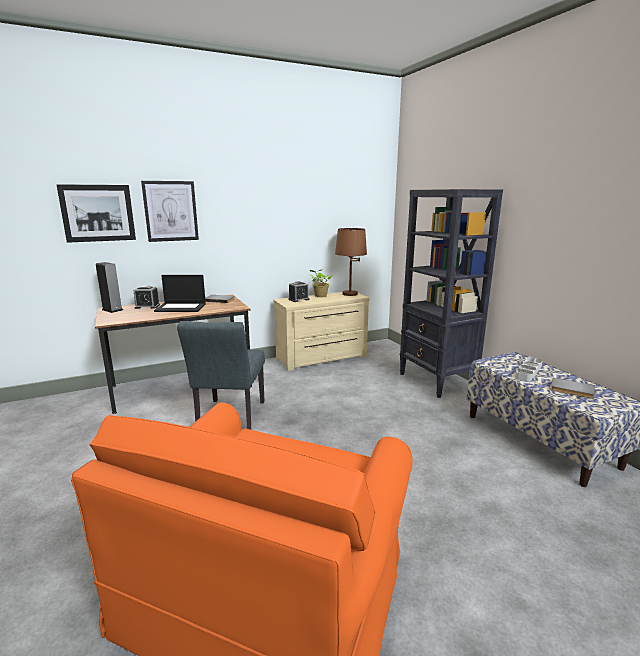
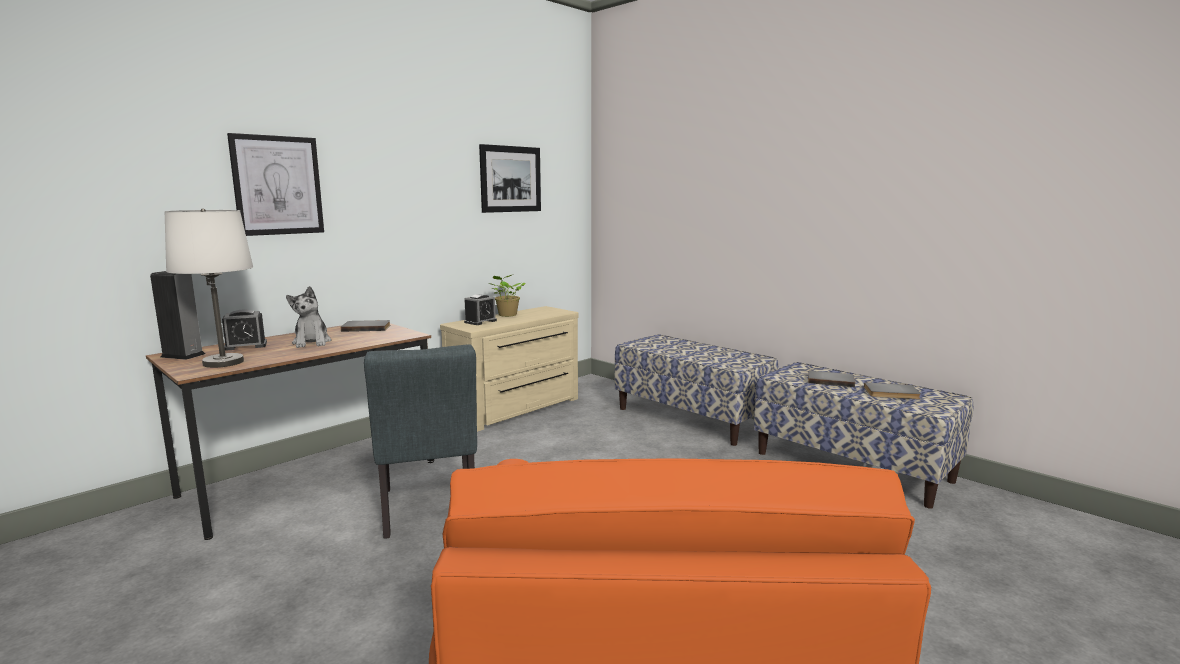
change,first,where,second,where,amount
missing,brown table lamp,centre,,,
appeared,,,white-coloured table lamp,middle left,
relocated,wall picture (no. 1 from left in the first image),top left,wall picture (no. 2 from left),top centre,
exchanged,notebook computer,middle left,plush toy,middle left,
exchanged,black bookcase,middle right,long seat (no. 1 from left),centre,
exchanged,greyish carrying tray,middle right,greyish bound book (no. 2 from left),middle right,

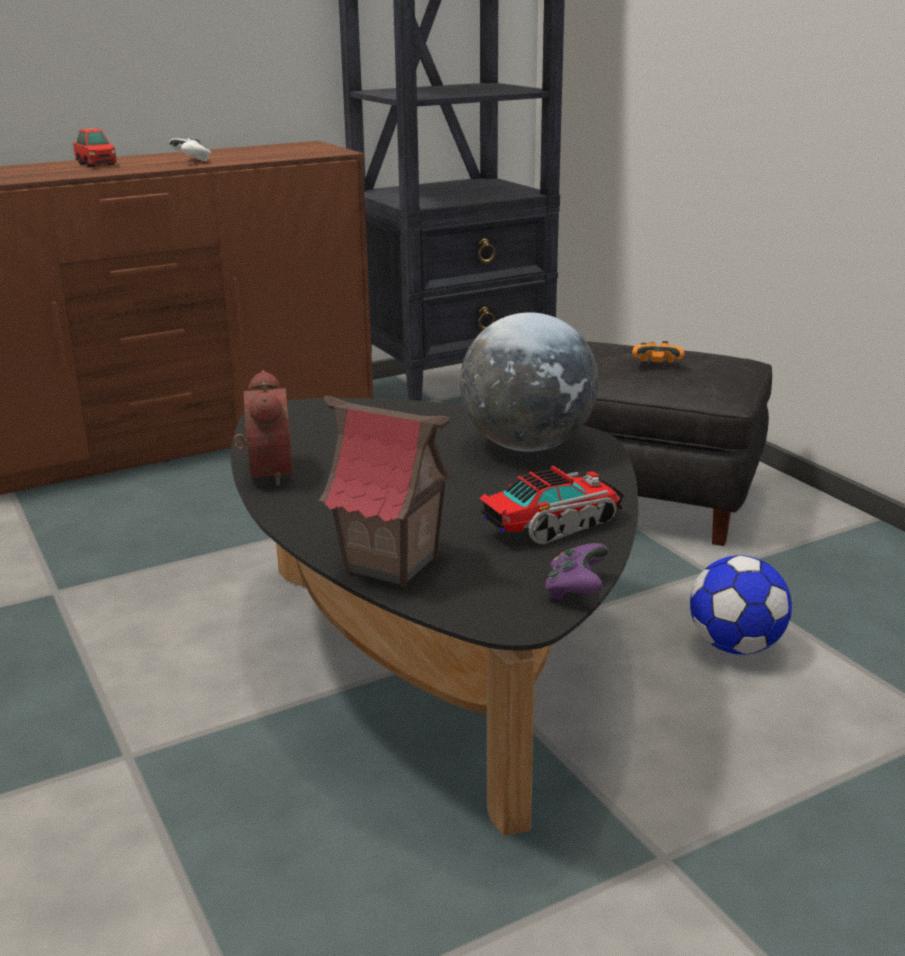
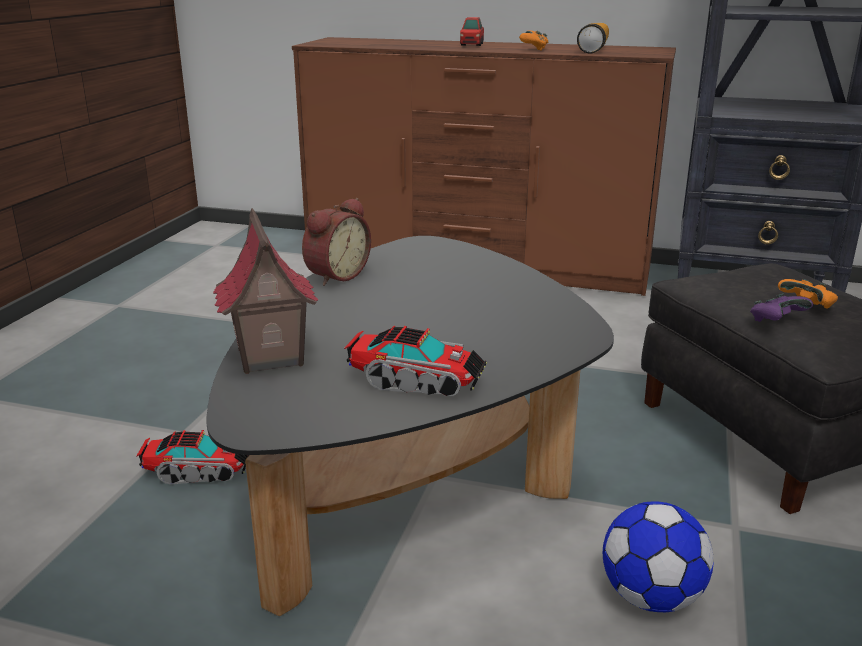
change,first,where,second,where,amount
missing,desk globe,centre,,,
appeared,,,model truck (no. 1 from left),bottom left,
appeared,,,hand torch,top right,
relocated,purple-coloured gamepad,centre,,middle right,
colour,white-coloured gamepad,top left,orange-coloured gamepad (no. 1 from left),top centre,

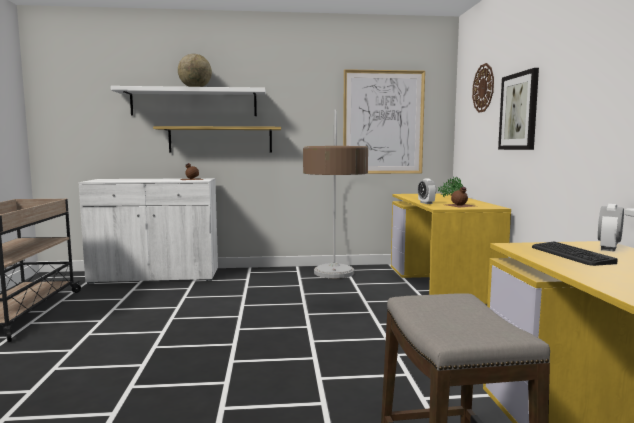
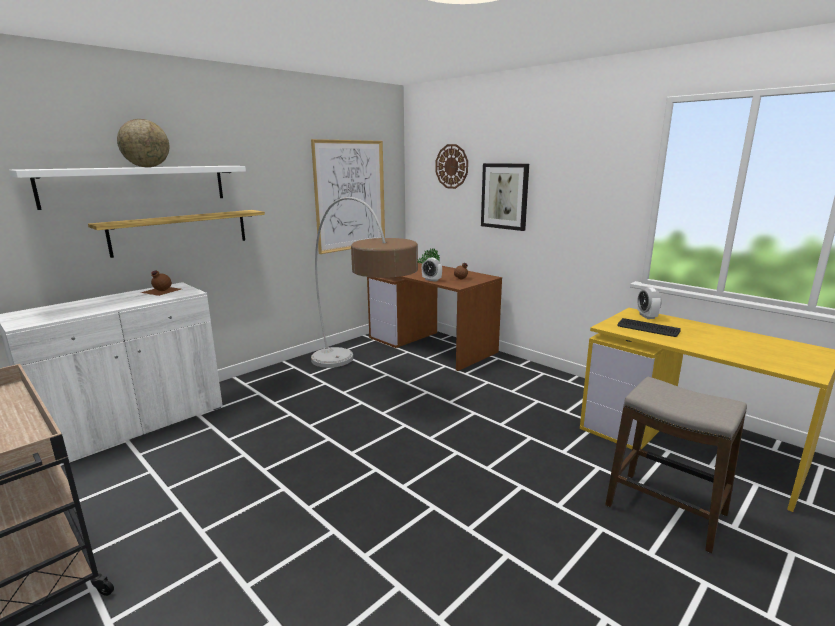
change,first,where,second,where,amount
colour,yellowish desk (no. 1 from left),middle right,brown desk,centre,

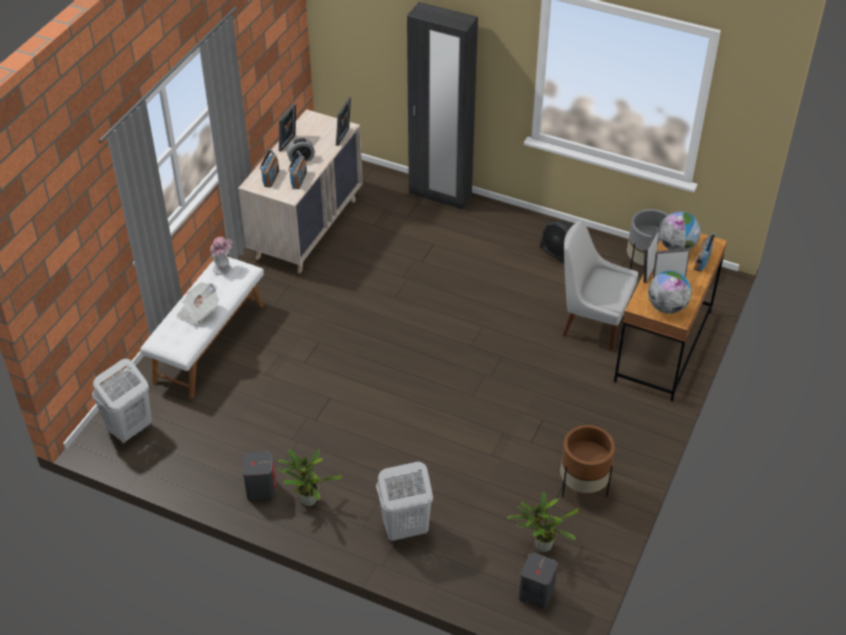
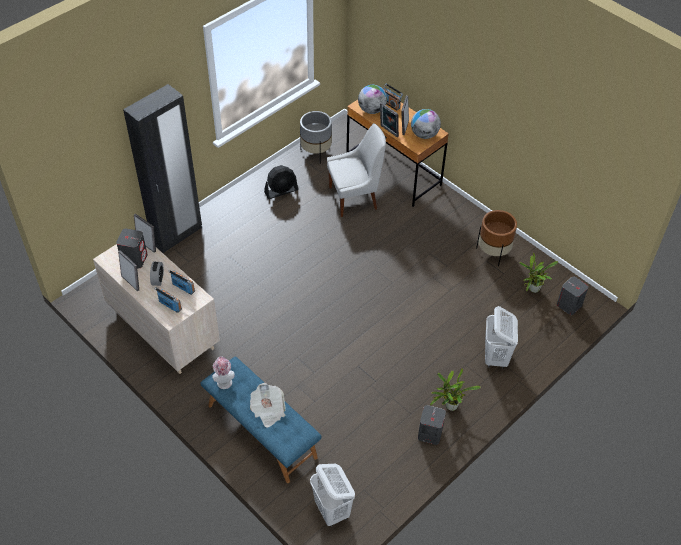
change,first,where,second,where,amount
appeared,,,greyish loudspeaker (no. 1 from left),middle left,
colour,white-coloured long seat,middle left,bluish long seat,bottom centre,
spun,white-coloured plain chair,middle right,,top centre,150 degrees counterclockwise

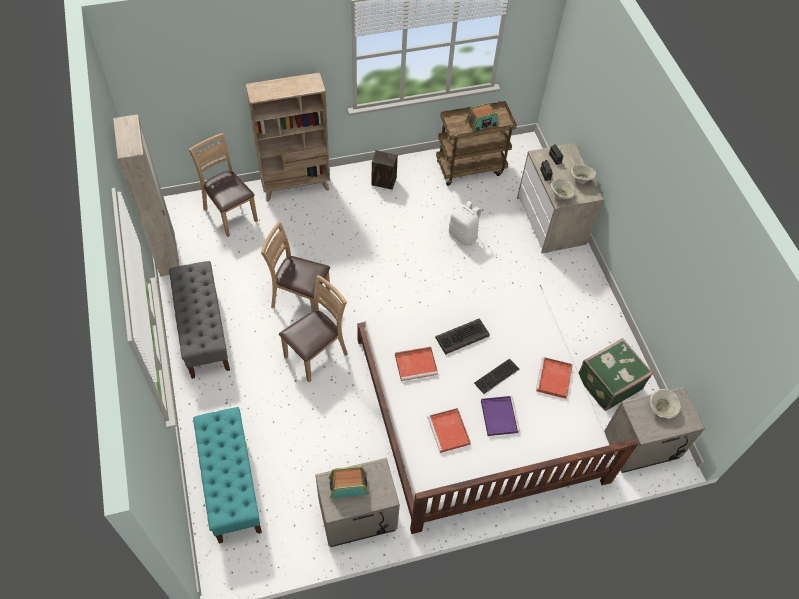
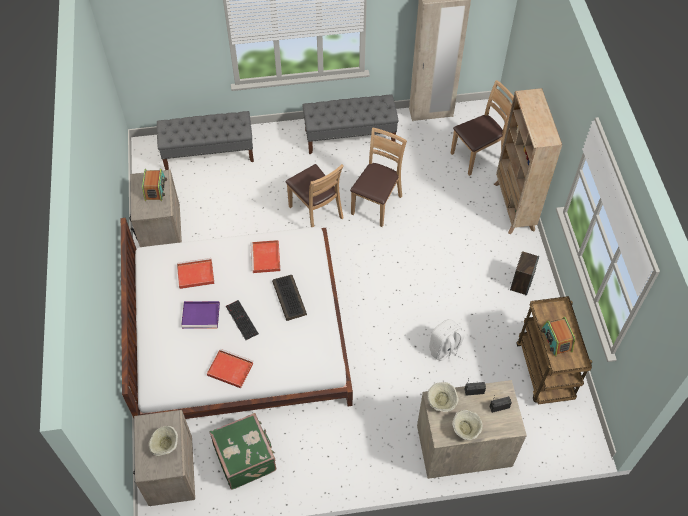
change,first,where,second,where,amount
colour,turquoise-coloured long seat,bottom left,greyish long seat (no. 1 from left),top left,

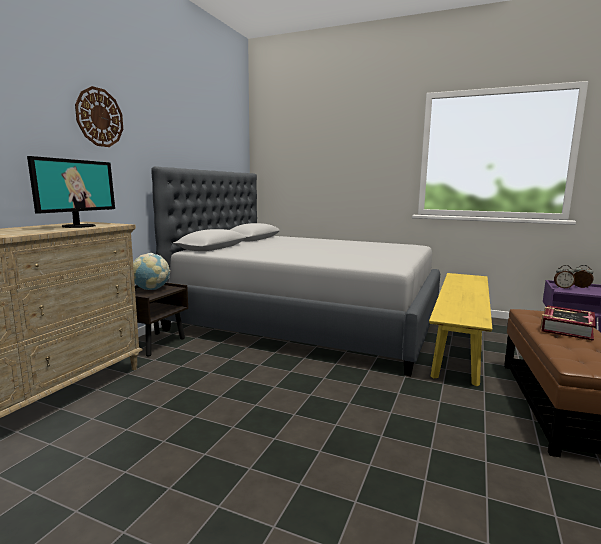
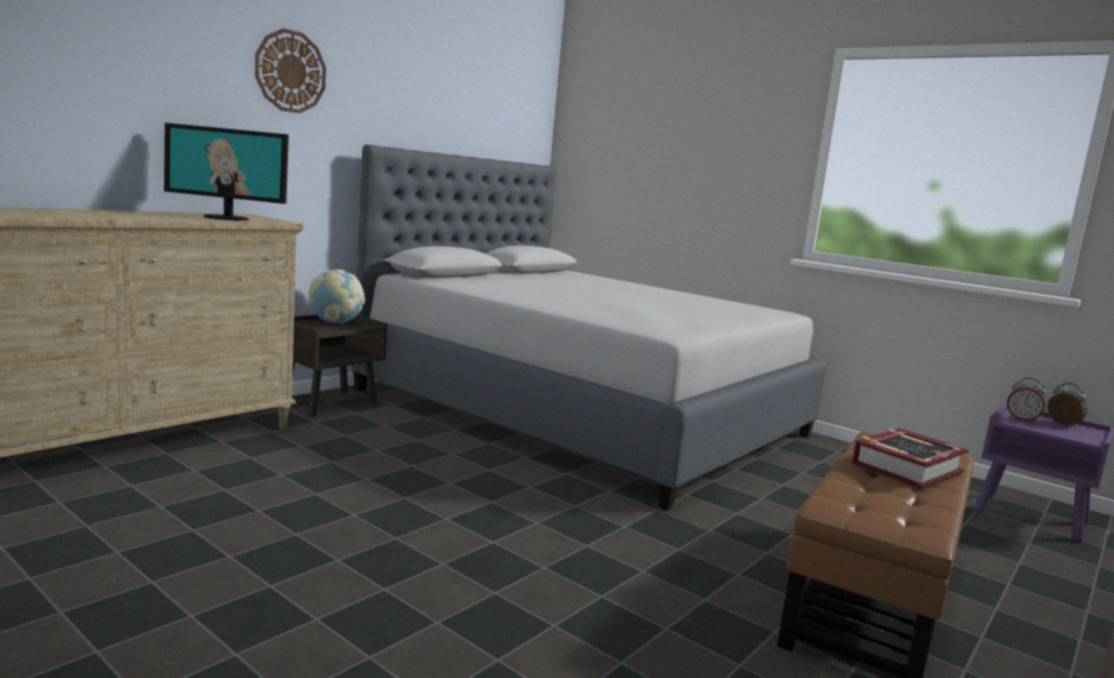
change,first,where,second,where,amount
missing,yellowish long seat,middle right,,,
spun,monitor,middle left,,top left,60 degrees clockwise

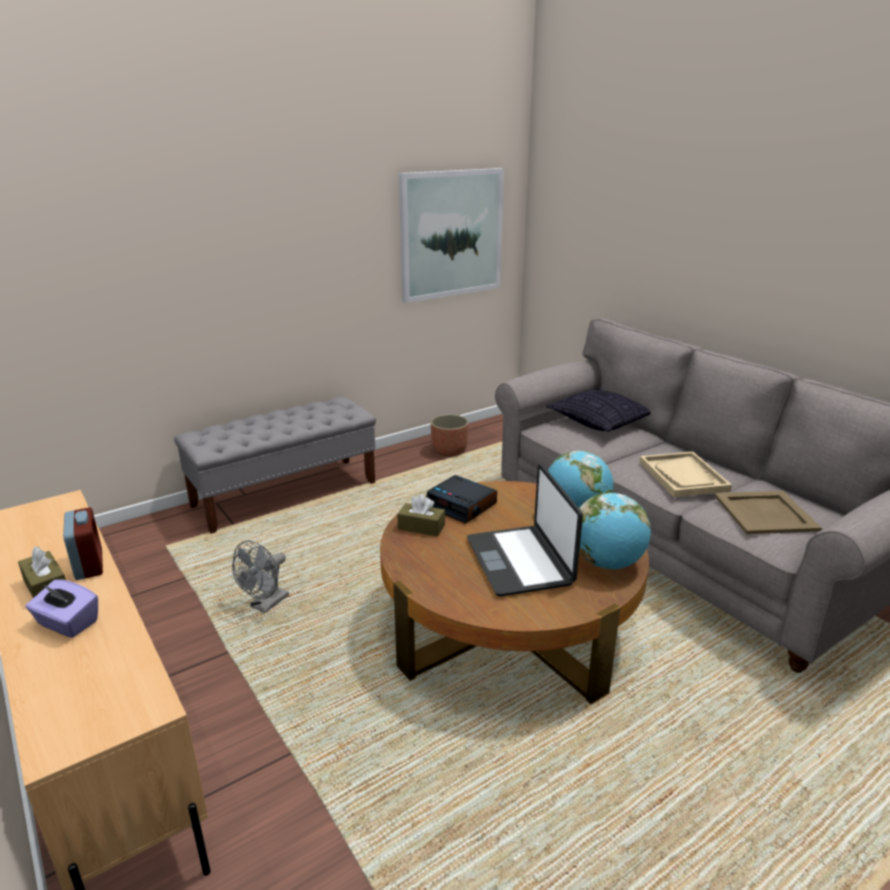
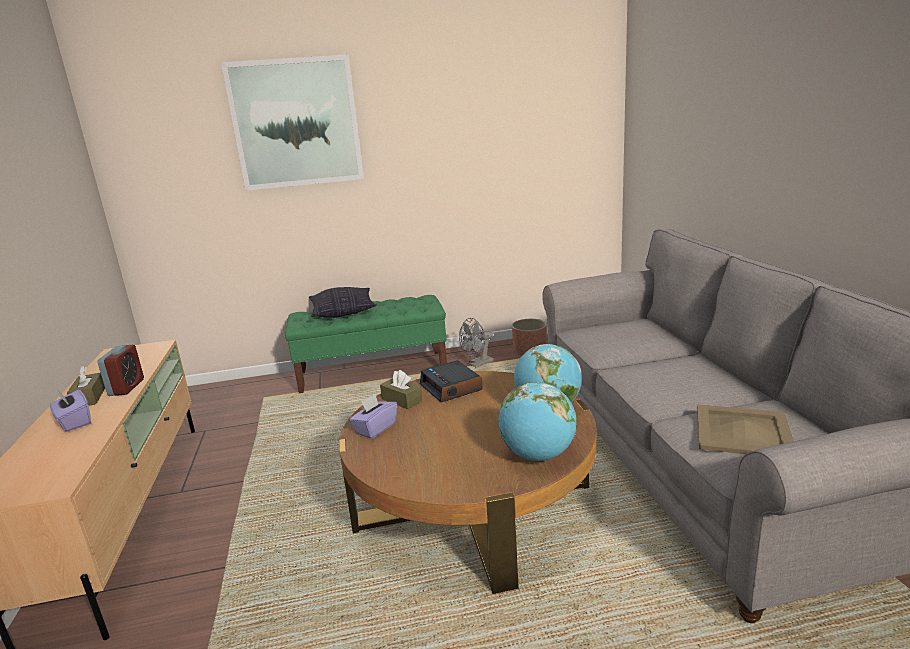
change,first,where,second,where,amount
missing,notebook computer,centre,,,
missing,sand-coloured carrying tray (no. 1 from left),middle right,,,
appeared,,,purple-coloured tissue box (no. 2 from left),centre,
relocated,greyish cooling fan,middle left,,centre,
relocated,wall picture,top centre,,top left,
relocated,cushion,middle right,,centre,
colour,greyish long seat,middle left,green-coloured long seat,centre,

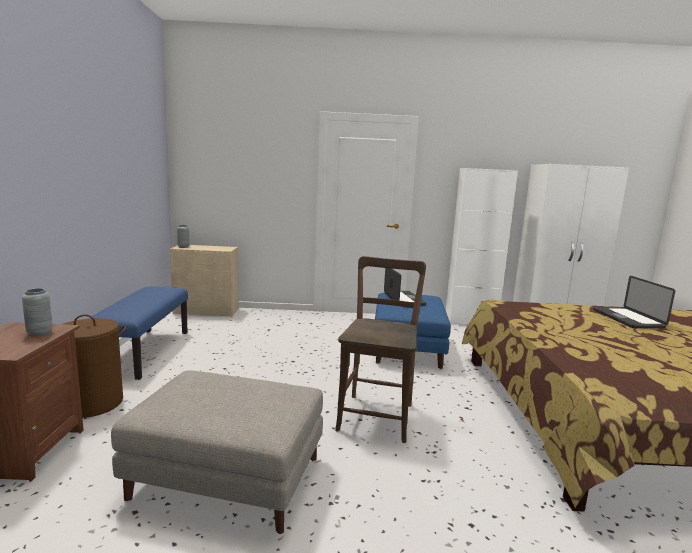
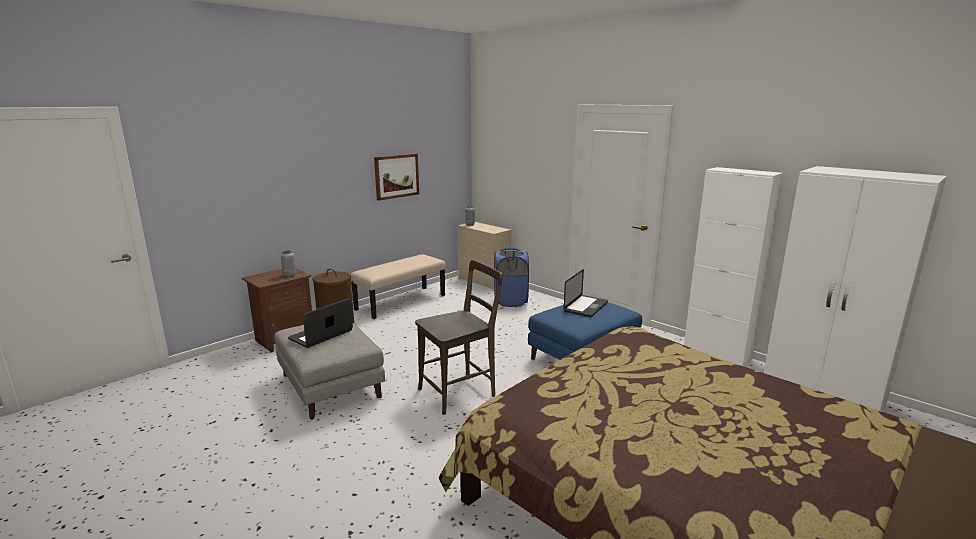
change,first,where,second,where,amount
appeared,,,wall picture,top centre,
appeared,,,bluish hamper,centre,
relocated,notebook computer (no. 2 from left in the first image),middle right,notebook computer (no. 1 from left),middle left,
colour,bluish long seat,middle left,sand-coloured long seat,centre,

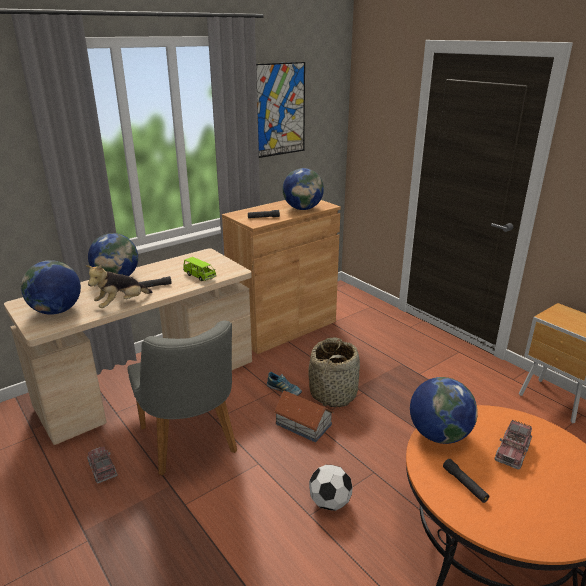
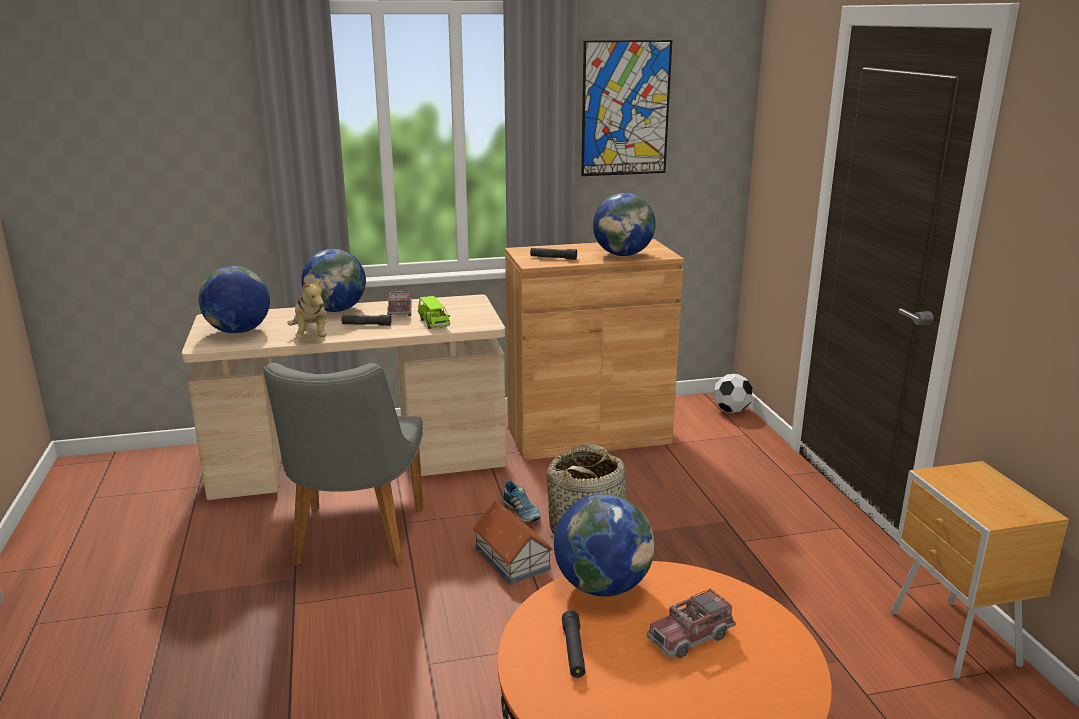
change,first,where,second,where,amount
relocated,model truck (no. 1 from left),bottom left,,centre,
relocated,football,bottom centre,,middle right,
spun,plush toy,middle left,,middle left,90 degrees counterclockwise

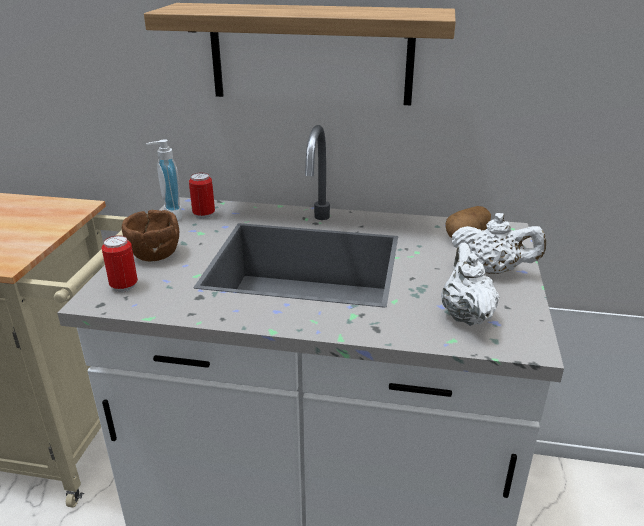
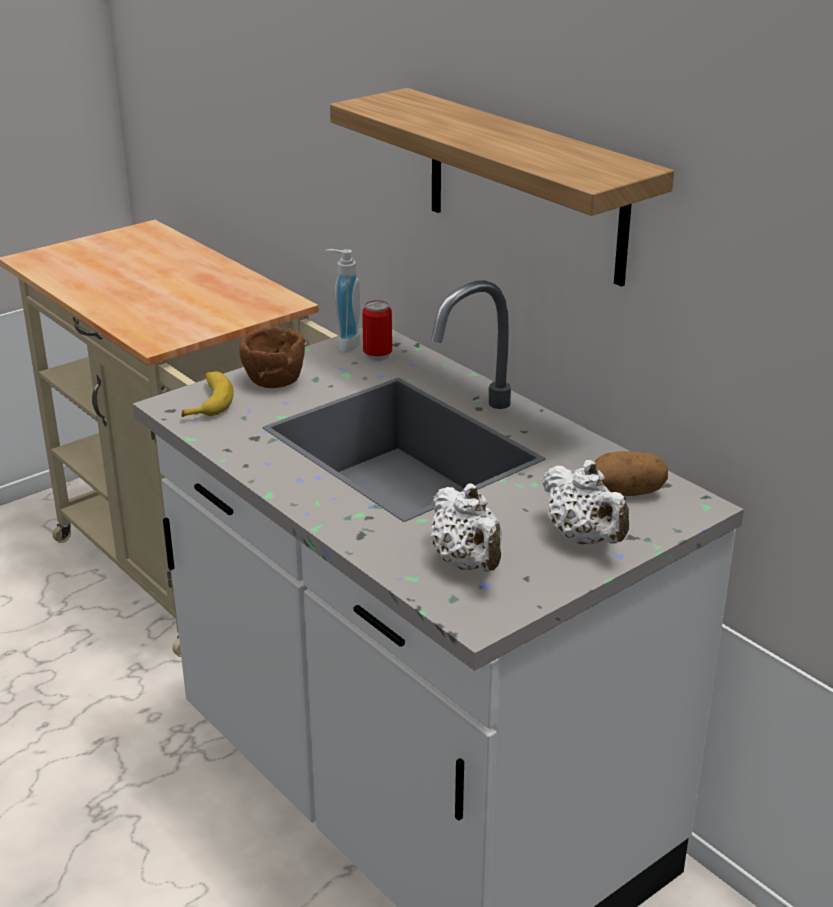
change,first,where,second,where,amount
exchanged,sealed can (no. 1 from left),middle left,whole banana,middle left,
spun,white-coloured tea pot (no. 1 from left),middle right,,centre,120 degrees clockwise

